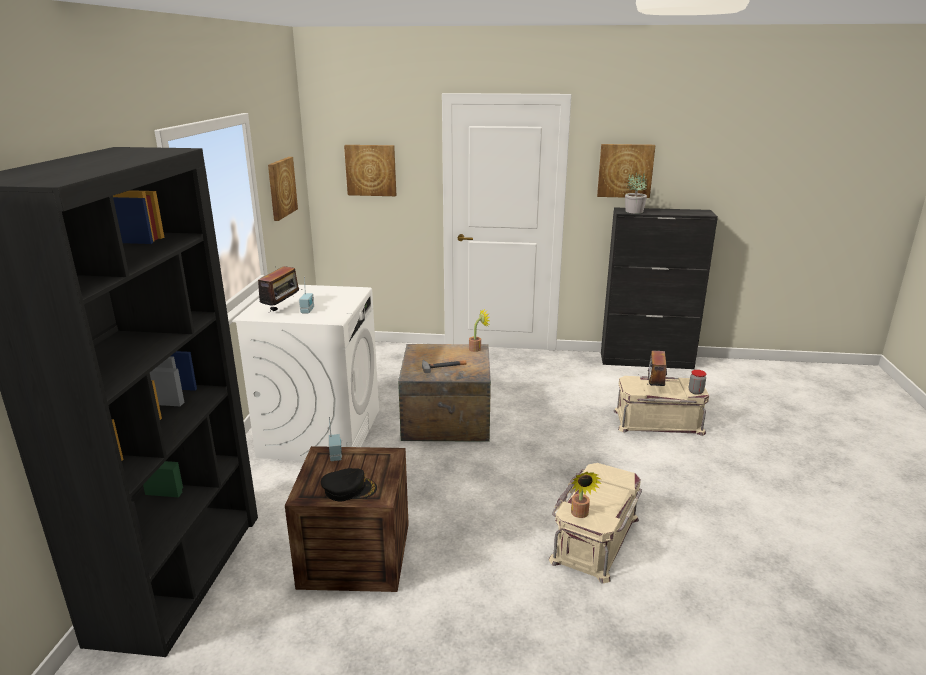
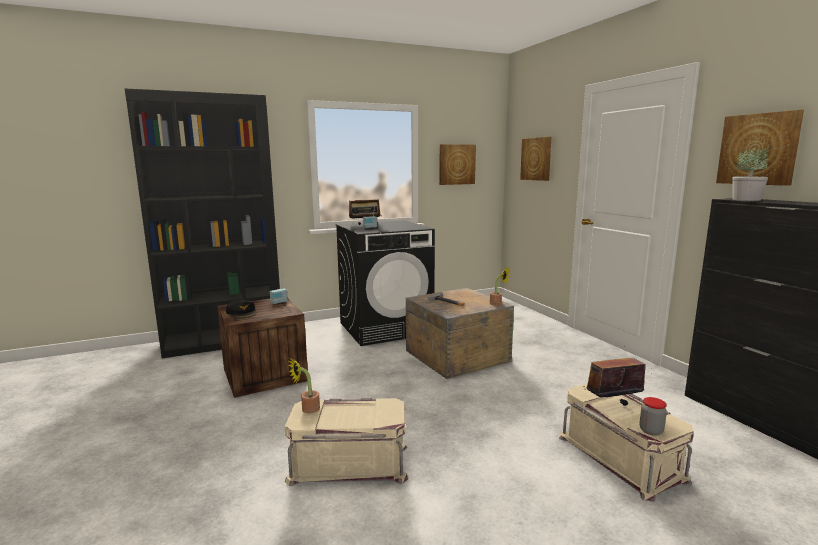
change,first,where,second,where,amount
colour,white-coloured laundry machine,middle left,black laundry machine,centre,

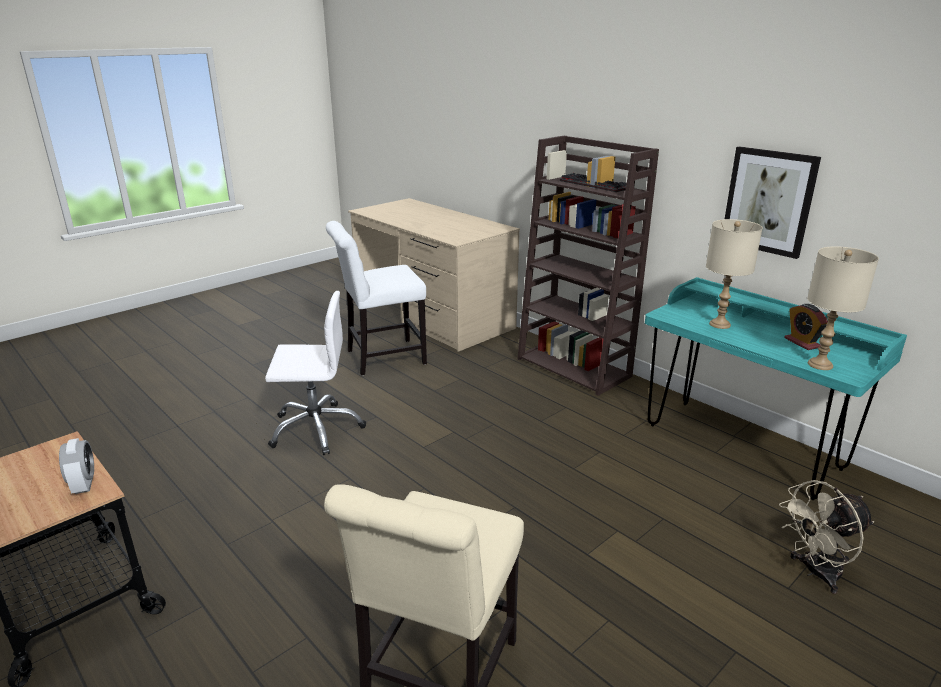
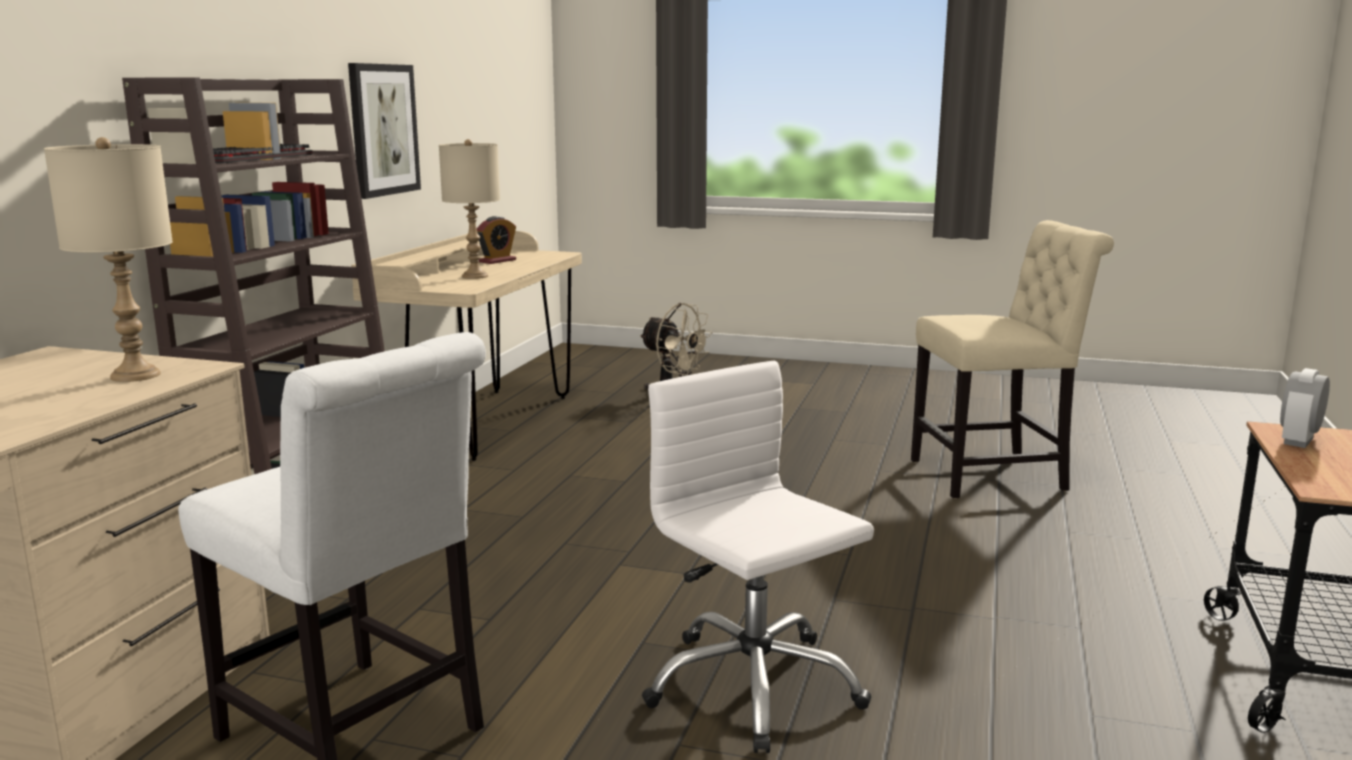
change,first,where,second,where,amount
relocated,sand-coloured table lamp (no. 2 from left in the first image),middle right,sand-coloured table lamp (no. 1 from left),middle left,
colour,turquoise-coloured desk,middle right,sand-coloured desk (no. 2 from left),centre,

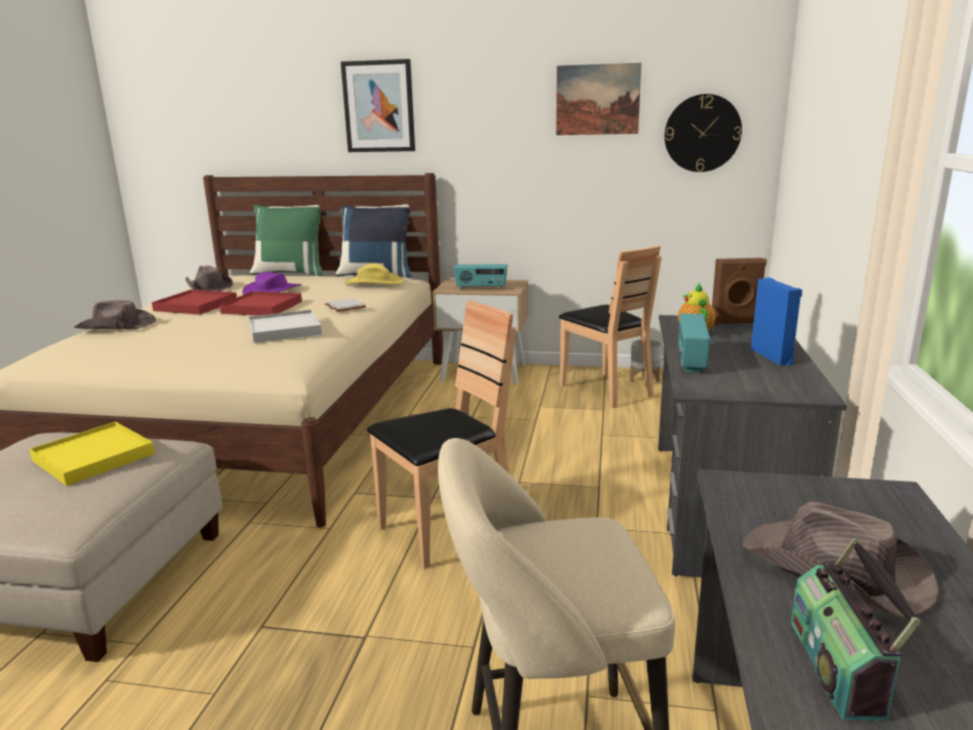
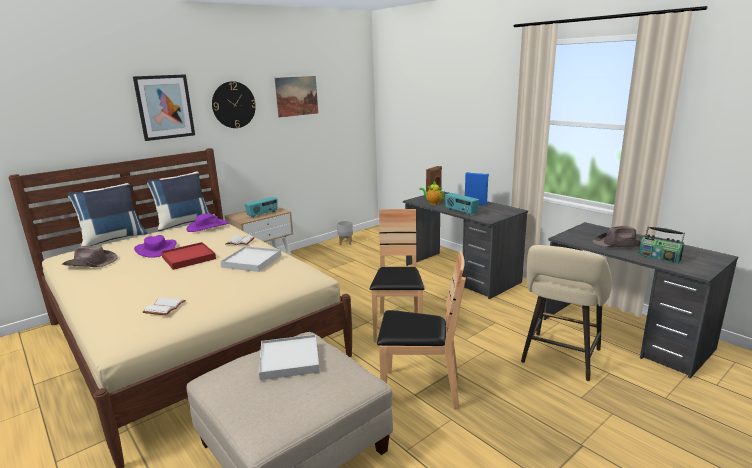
change,first,where,second,where,amount
missing,brown hat (no. 1 from left),middle left,,,
missing,red-coloured carrying tray (no. 1 from left),middle left,,,
appeared,,,white-coloured bound book (no. 1 from left),middle left,
relocated,brown plain chair (no. 2 from left),centre,,bottom centre,
relocated,clock on the wall,top right,,top left,
colour,yellowish carrying tray,middle left,white-coloured carrying tray (no. 2 from left),bottom centre,
colour,green-coloured cushion,top left,bluish cushion (no. 1 from left),middle left,
colour,yellowish hat,centre,purple-coloured hat (no. 2 from left),middle left,

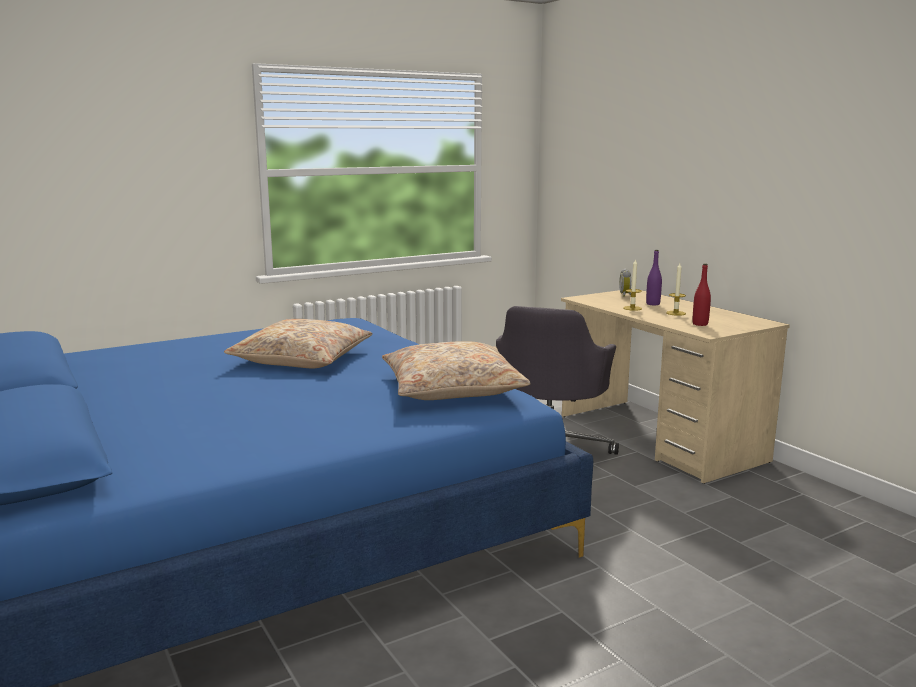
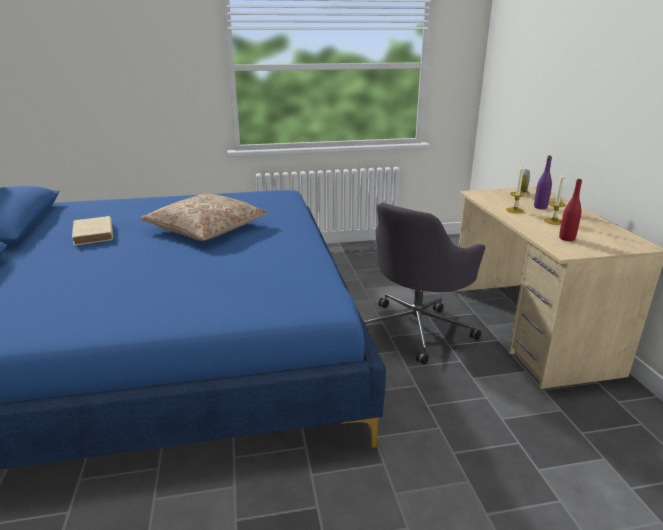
change,first,where,second,where,amount
missing,sand-coloured cushion (no. 2 from left),centre,,,
appeared,,,sand-coloured bound book,middle left,

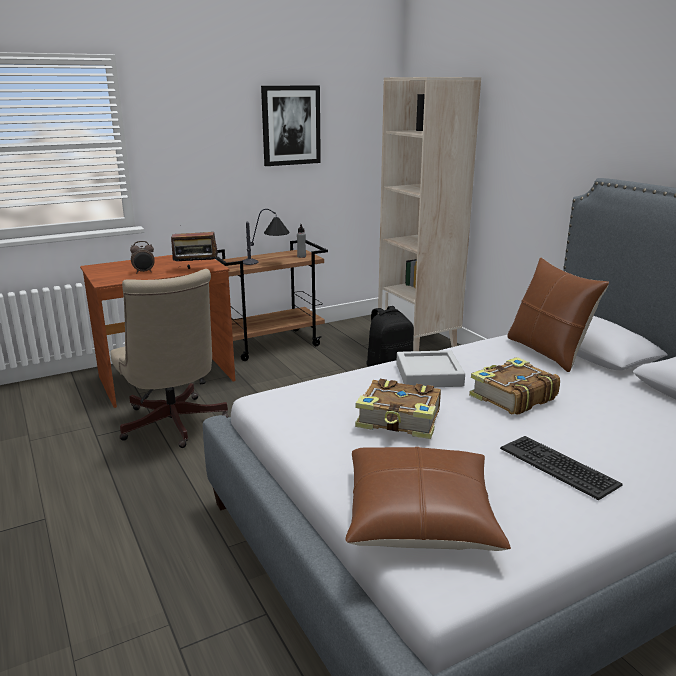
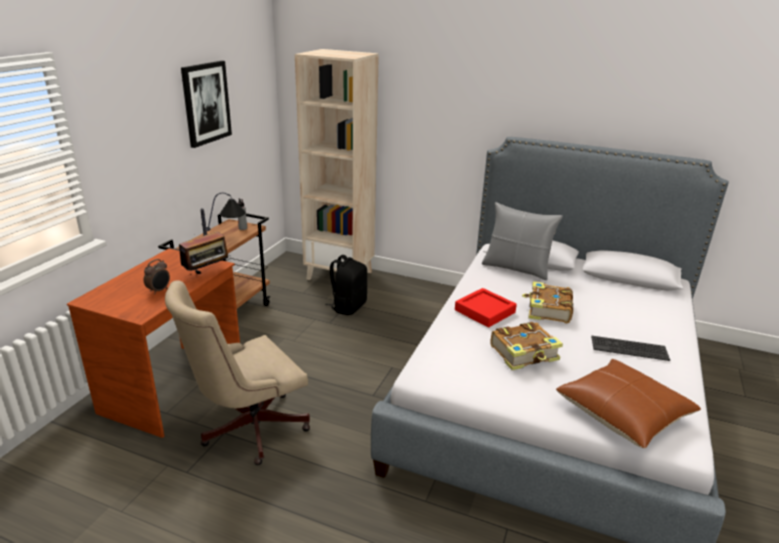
change,first,where,second,where,amount
colour,greyish carrying tray,centre,red-coloured carrying tray,centre,
colour,brown cushion (no. 2 from left),middle right,greyish cushion,middle right,
spun,sand-coloured computer chair,middle left,,bottom left,120 degrees clockwise

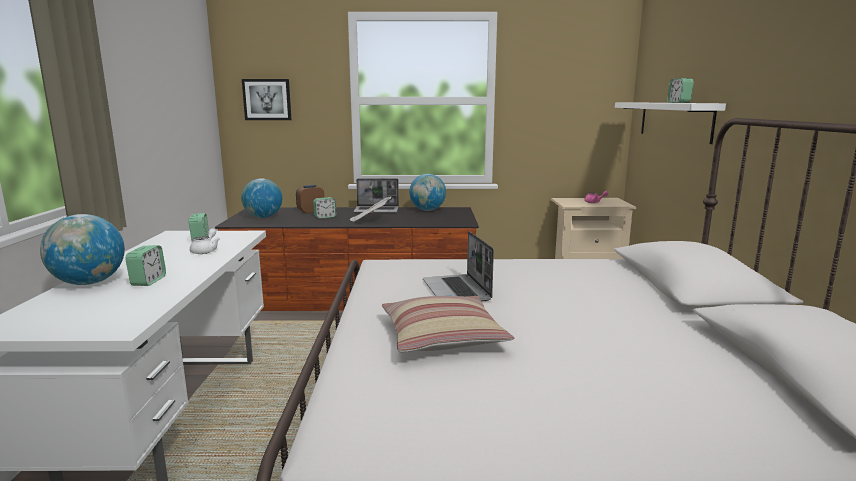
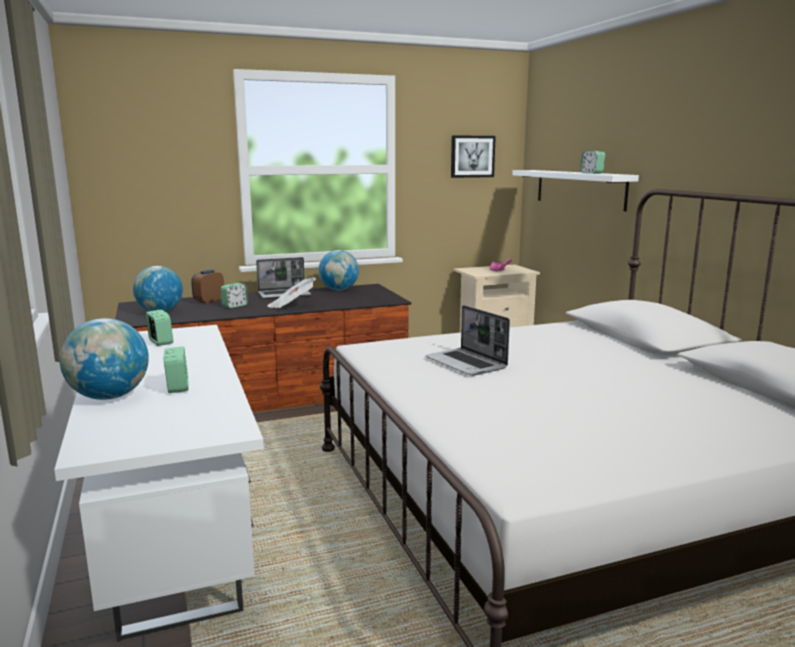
change,first,where,second,where,amount
missing,white-coloured tea pot,middle left,,,
missing,cushion,bottom centre,,,
relocated,wall picture,top left,,top centre,

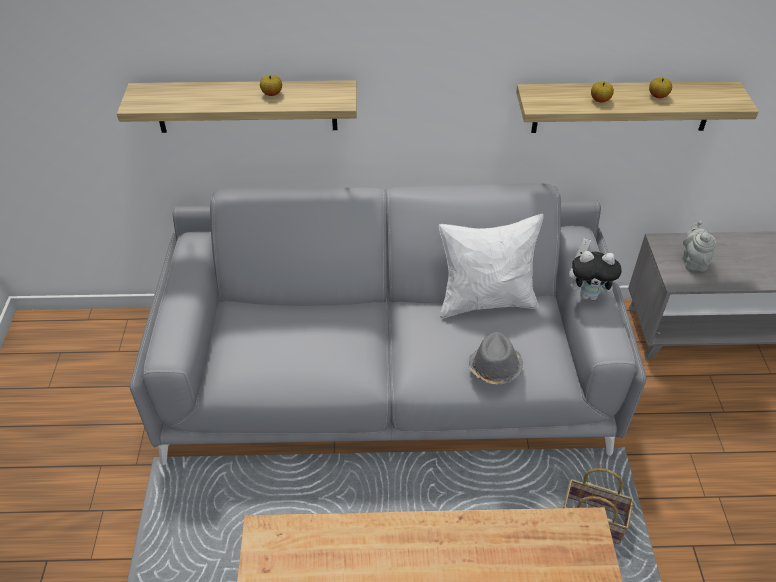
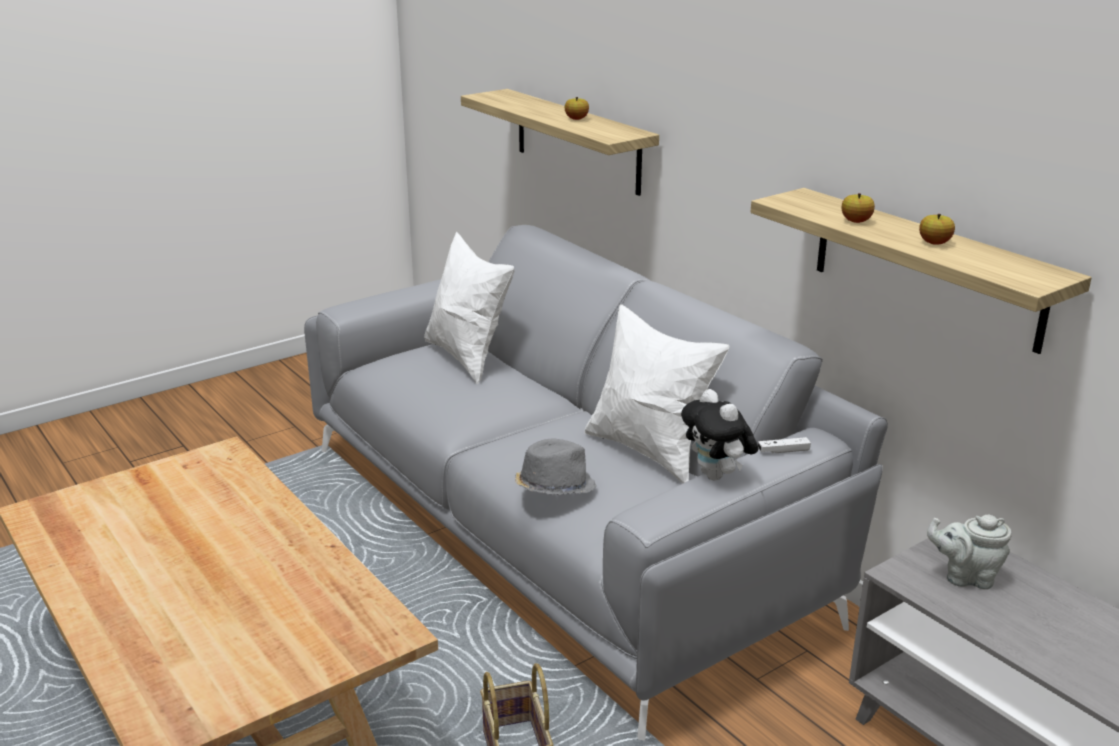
change,first,where,second,where,amount
appeared,,,white-coloured cushion (no. 1 from left),centre,
spun,greyish tea pot,middle right,,bottom right,135 degrees counterclockwise

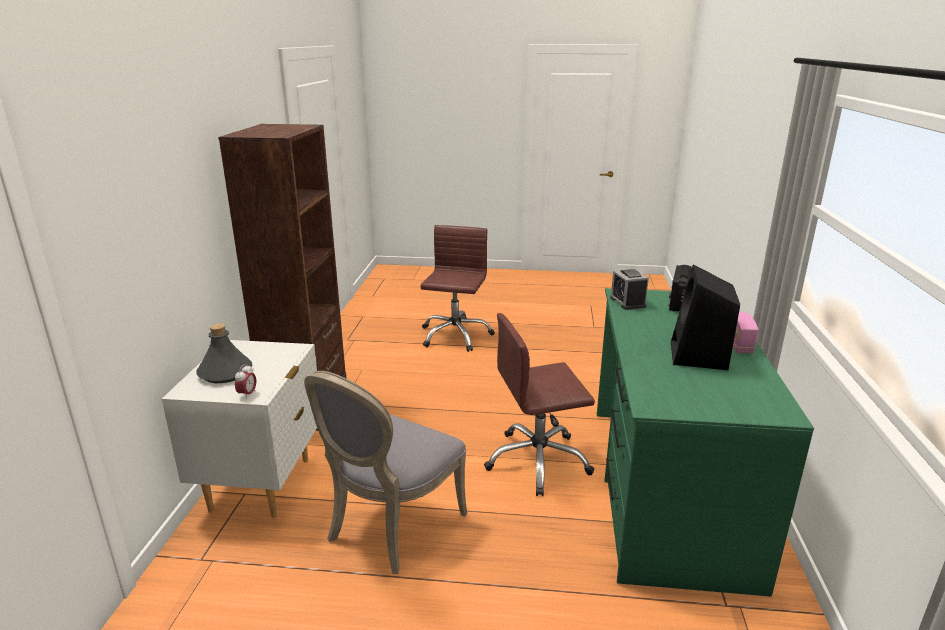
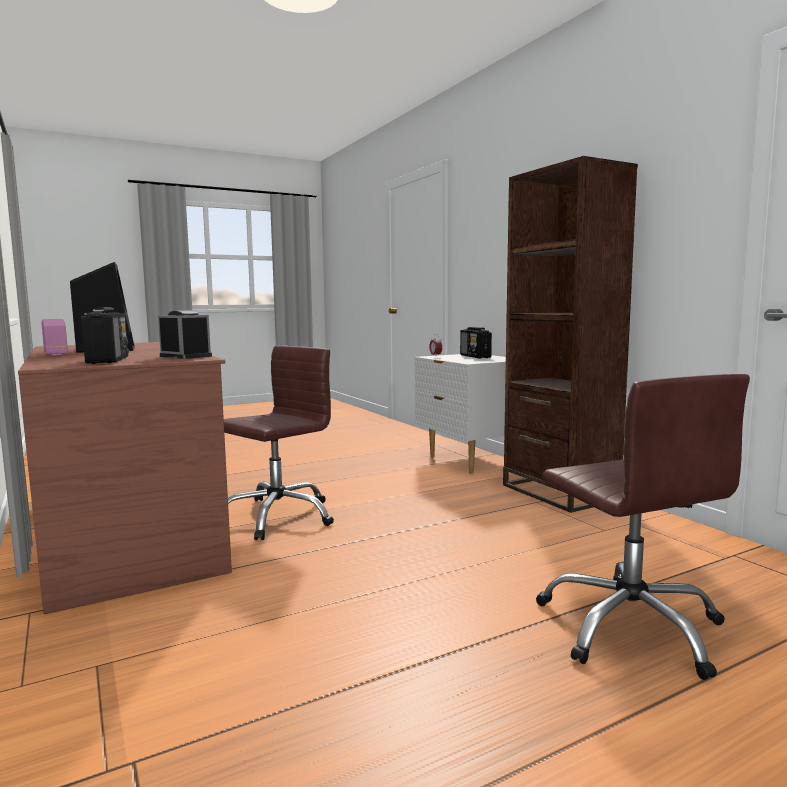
change,first,where,second,where,amount
missing,greyish plain chair,bottom centre,,,
exchanged,greyish drink bottle,middle left,radio set (no. 3 from left),centre,
colour,green-coloured desk,bottom right,brown desk,middle left,

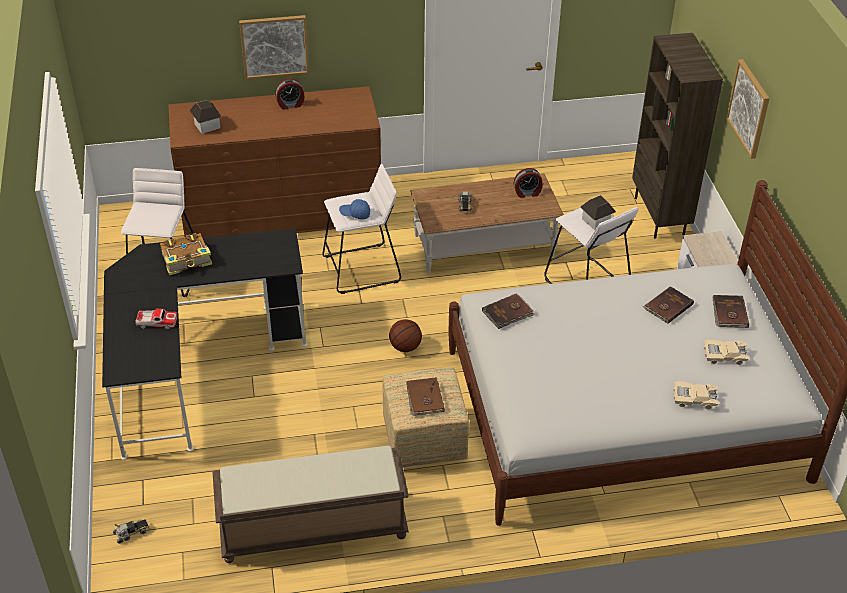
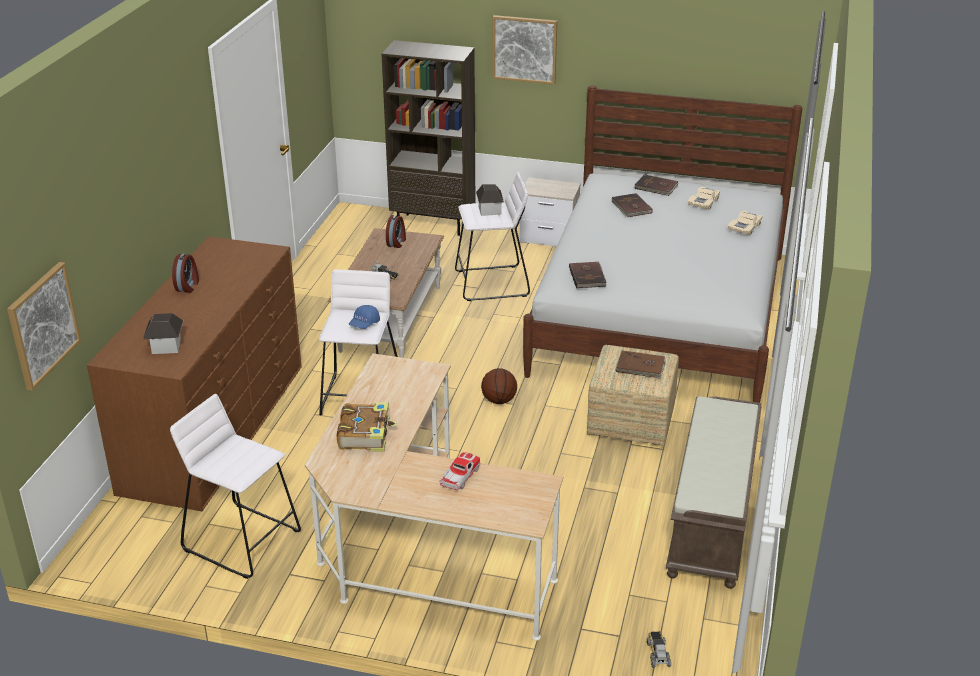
change,first,where,second,where,amount
relocated,wall picture (no. 1 from left),top left,,middle left,
colour,black desk,middle left,sand-coloured desk,bottom centre,

